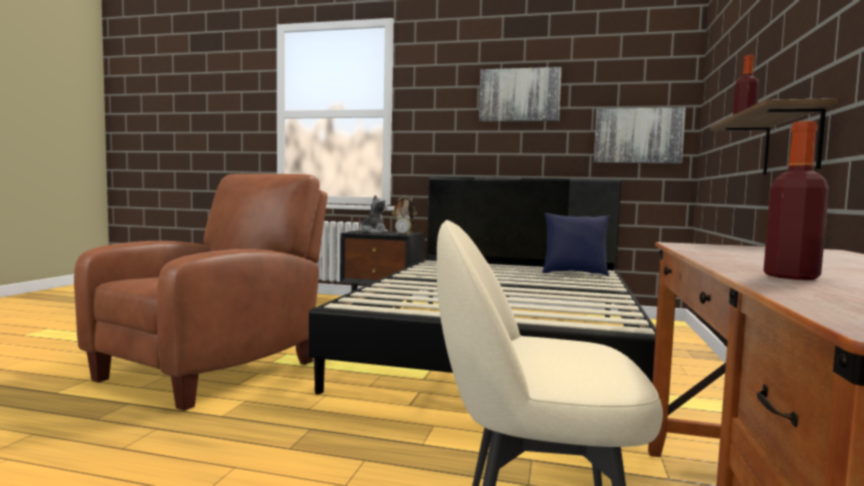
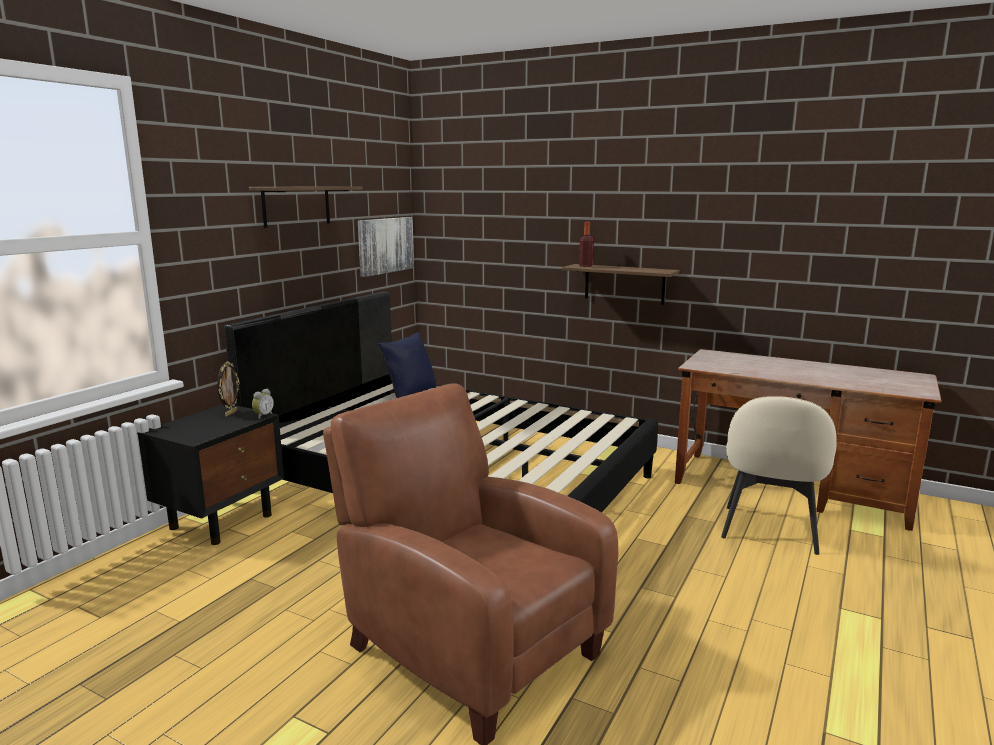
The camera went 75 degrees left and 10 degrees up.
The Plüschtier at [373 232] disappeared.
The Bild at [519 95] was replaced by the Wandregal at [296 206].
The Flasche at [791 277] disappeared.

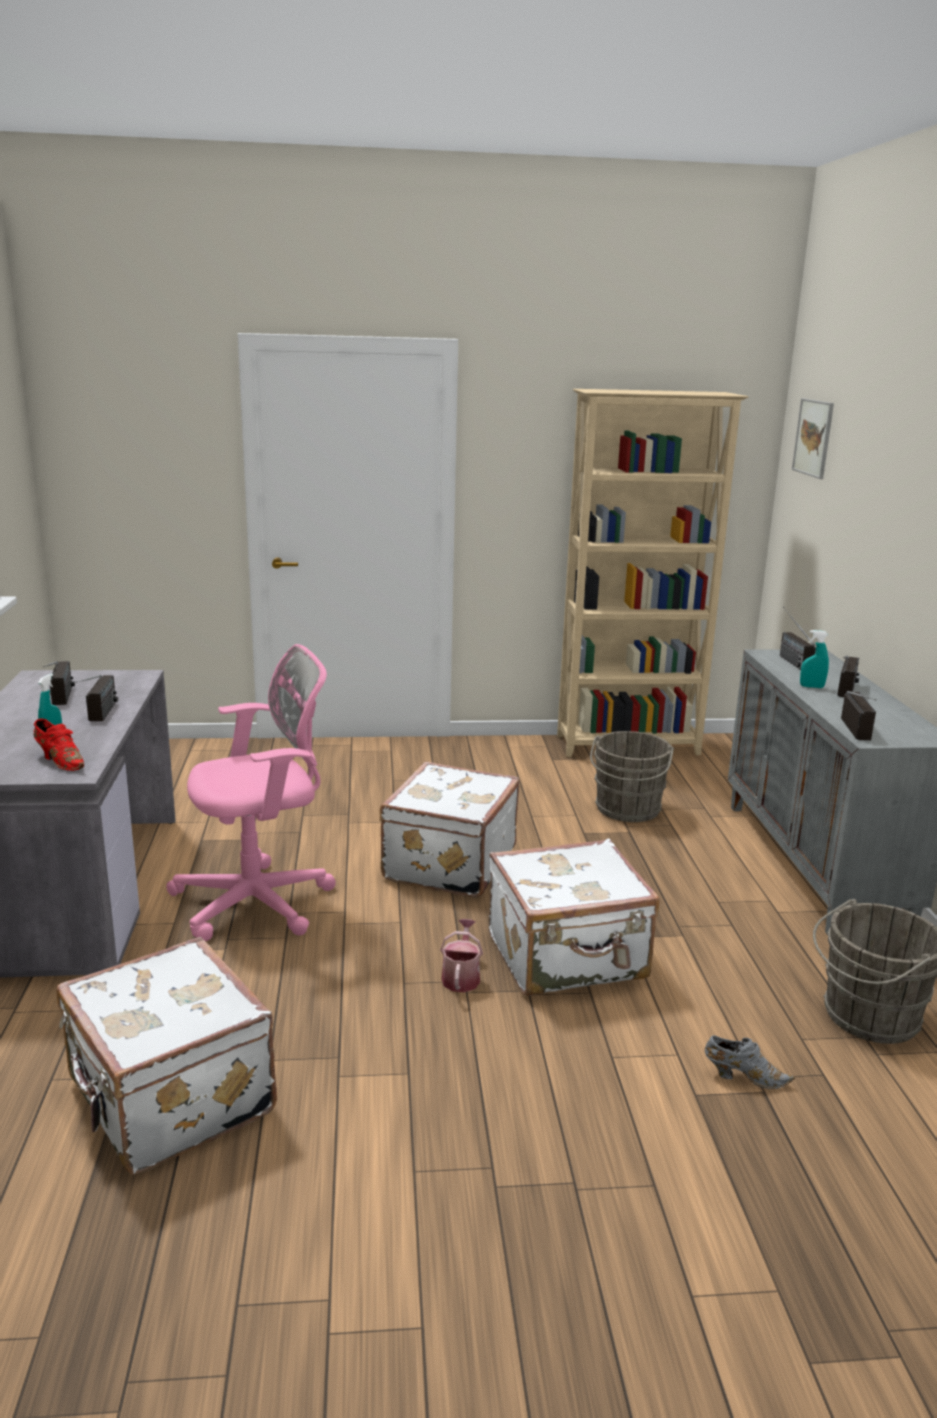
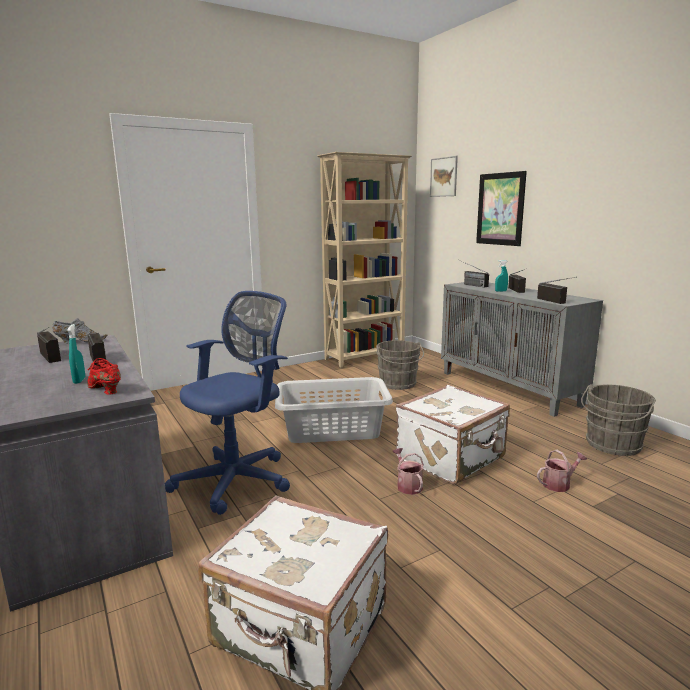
The camera went 25 degrees left and 5 degrees down.
The Schuh [rot] at [60 761] turned 150 degrees counterclockwise.
The Bürostuhl [rosa] at [260 902] became the Bürostuhl [blau] at [238 479].
The Koffer [weiß] at [447 863] was replaced by the Wäschekorb [grau] at [333 430].
The Schuh [grau] moved from [743 1077] to [79 342].
The Bild at [500 209] appeared.
The Gießkanne at [559 484] appeared.

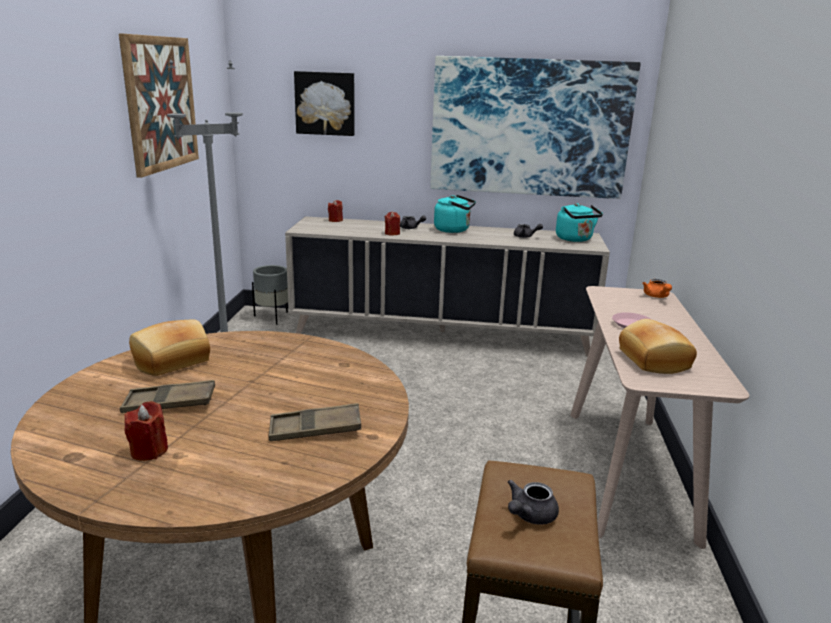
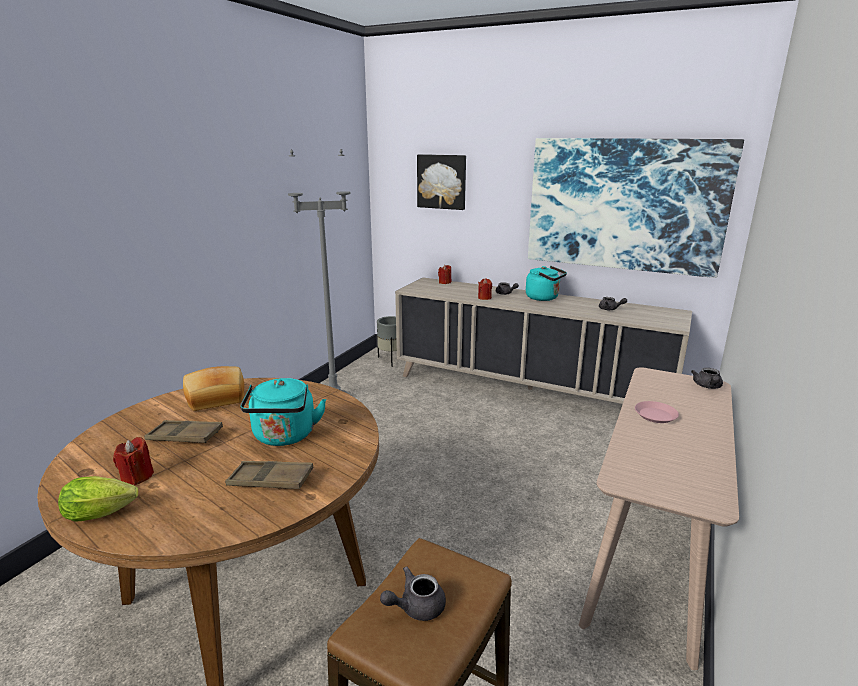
The camera went 20 degrees right and 0 degrees up.
The Bild at [161 103] disappeared.
The Wasserkessel [türkis] moved from [575 239] to [284 437].
The Brot at [652 360] disappeared.
The Teekanne [orange] at [656 296] became the Teekanne [grau] at [707 386].
The Salatkopf at [104 513] appeared.

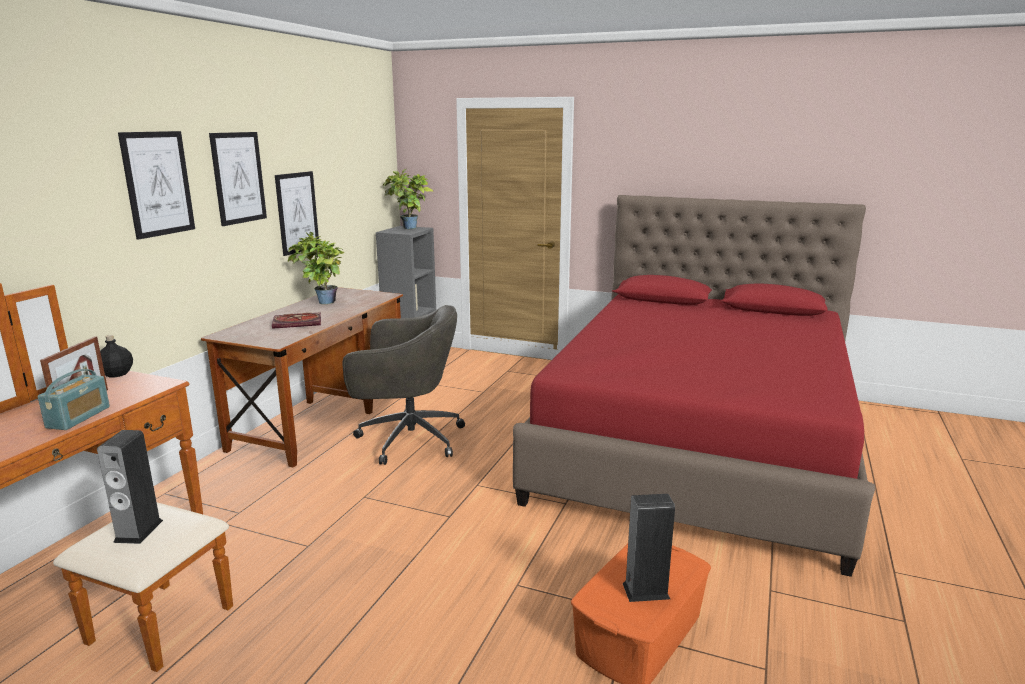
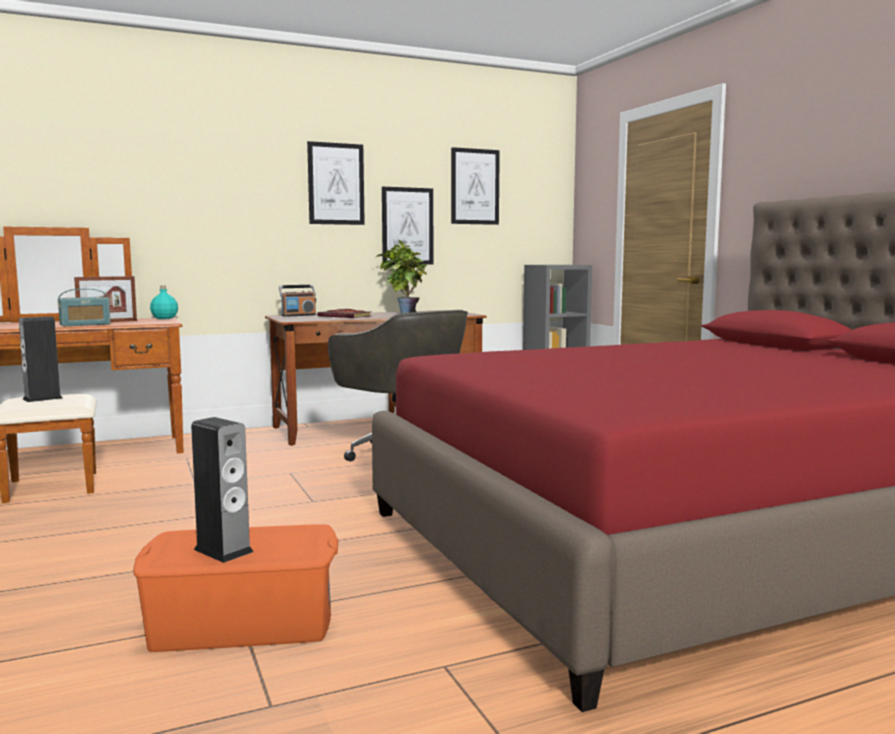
The camera went 45 degrees right and 10 degrees down.
The Flasche [schwarz] at [116 374] became the Flasche [türkis] at [164 318].
The Bild moved from [158 184] to [475 186].
The Topfpflanze at [408 228] disappeared.
The Radio at [298 315] appeared.

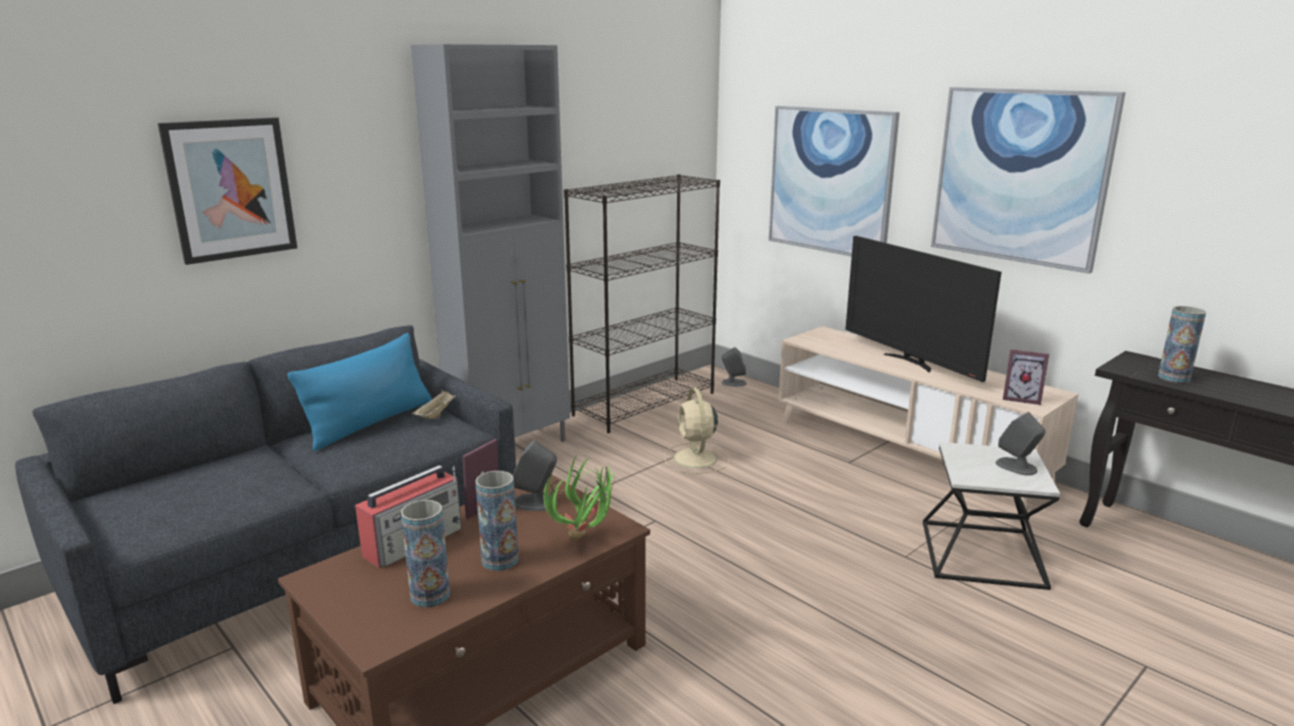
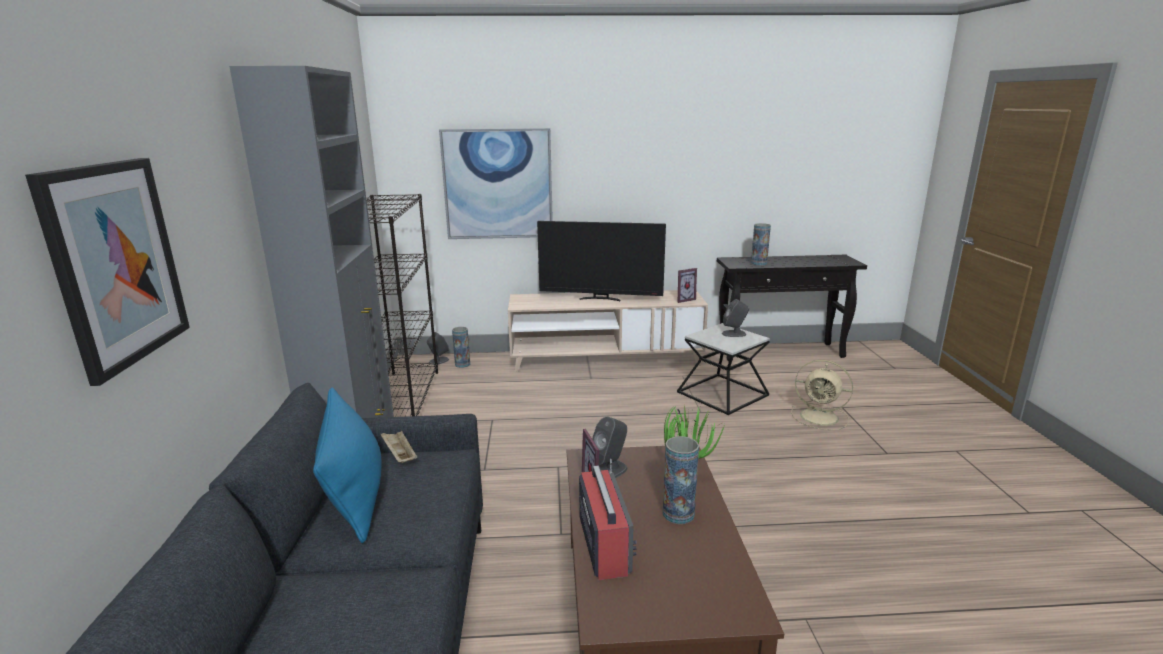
The camera went 50 degrees left and 0 degrees up.
The Vase moved from [430 595] to [462 364].
The Ventilator [beige] moved from [695 459] to [821 417].
The Bild at [1020 176] disappeared.

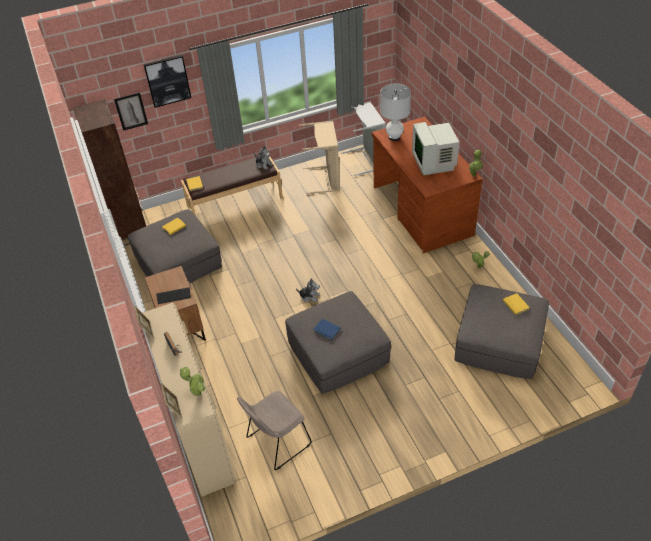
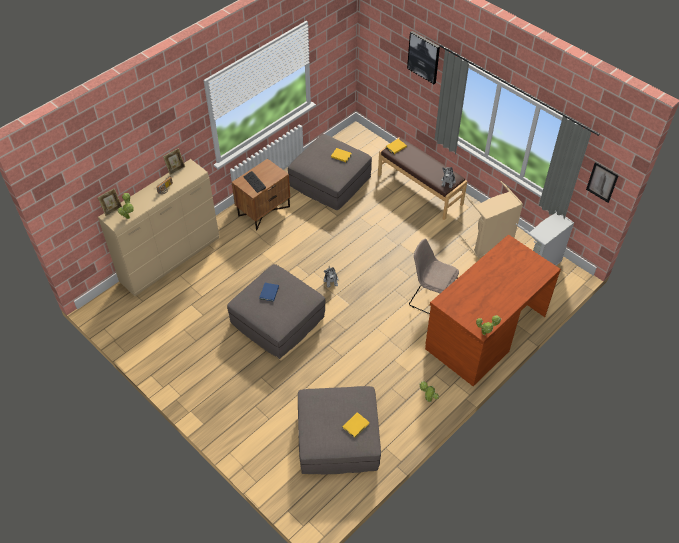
The camera went 65 degrees right and 5 degrees up.
The Bücherregal [braun] at [131 229] disappeared.
The Bild moved from [131 111] to [602 182].
The Stuhl [beige] moved from [277 442] to [431 298].
The Tischlampe [weiß] at [394 137] disappeared.
The Monitor at [434 163] disappeared.

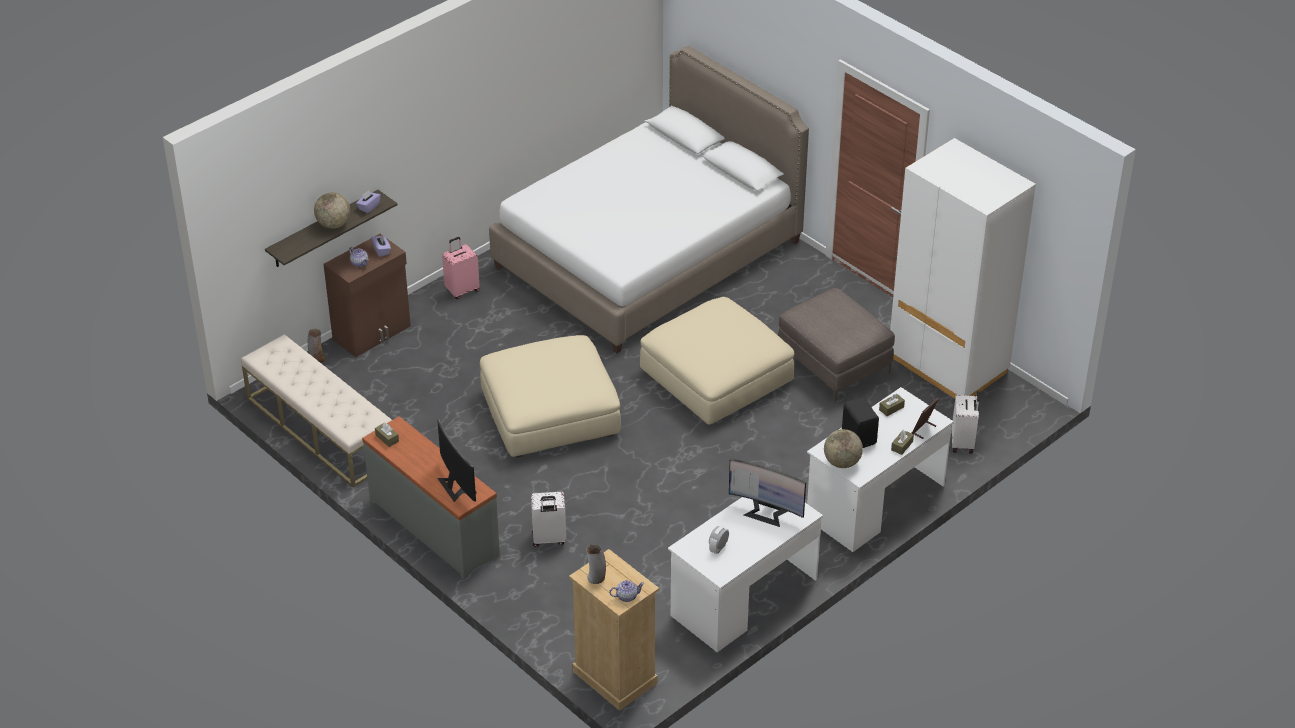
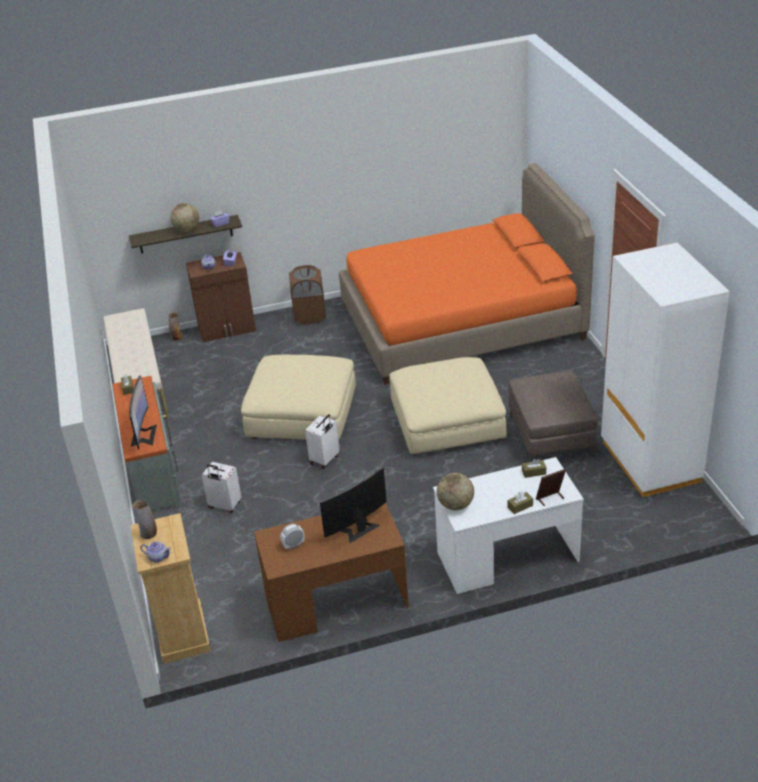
The camera went 30 degrees right and 5 degrees down.
The Koffer [rosa] at [462 290] was replaced by the Wäschekorb [braun] at [310 316].
The Bett [weiß] at [648 254] became the Bett [orange] at [461 322].
The Schreibtisch [weiß] at [743 598] became the Schreibtisch [braun] at [336 602].
The Monitor at [766 512] turned 90 degrees clockwise.
The Lautsprecher [schwarz] at [859 436] disappeared.
The Koffer [weiß] moved from [963 443] to [325 460].

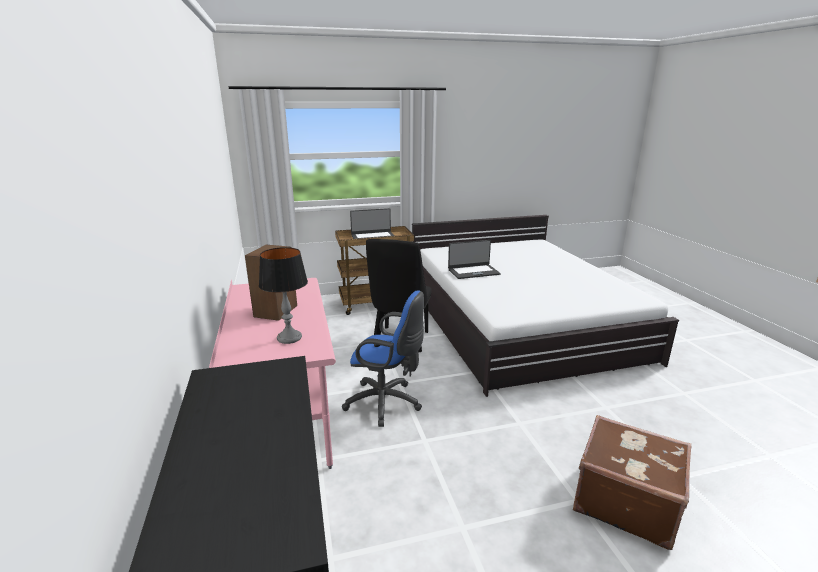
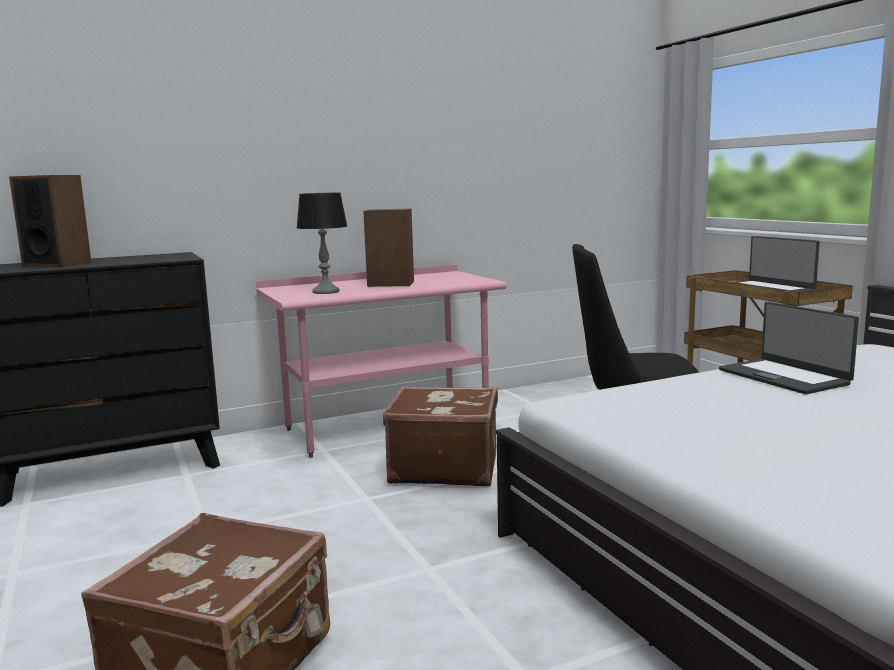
The camera went 80 degrees right and 10 degrees down.
The Bürostuhl [blau] at [387 403] was replaced by the Koffer [braun] at [444 468].
The Lautsprecher at [57 264] appeared.

